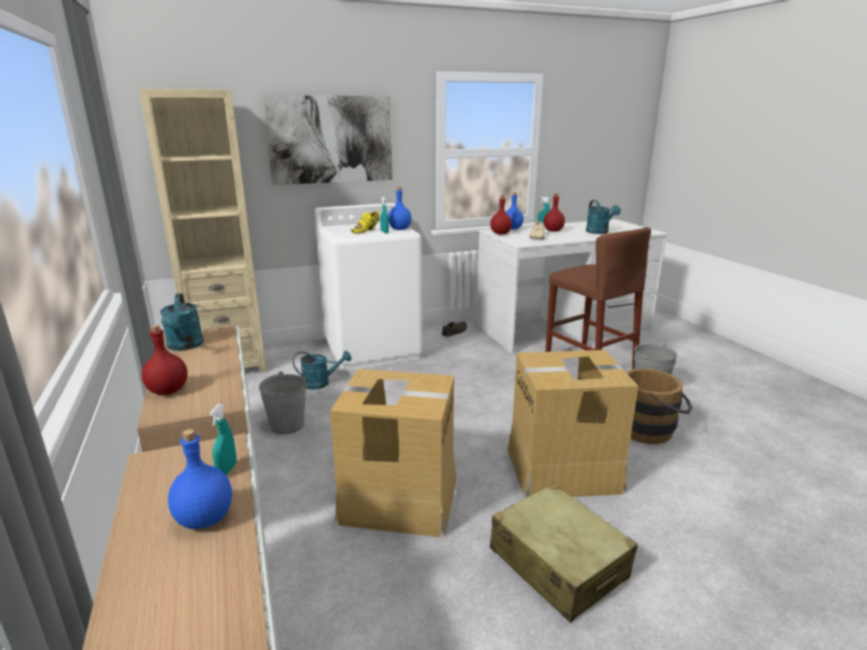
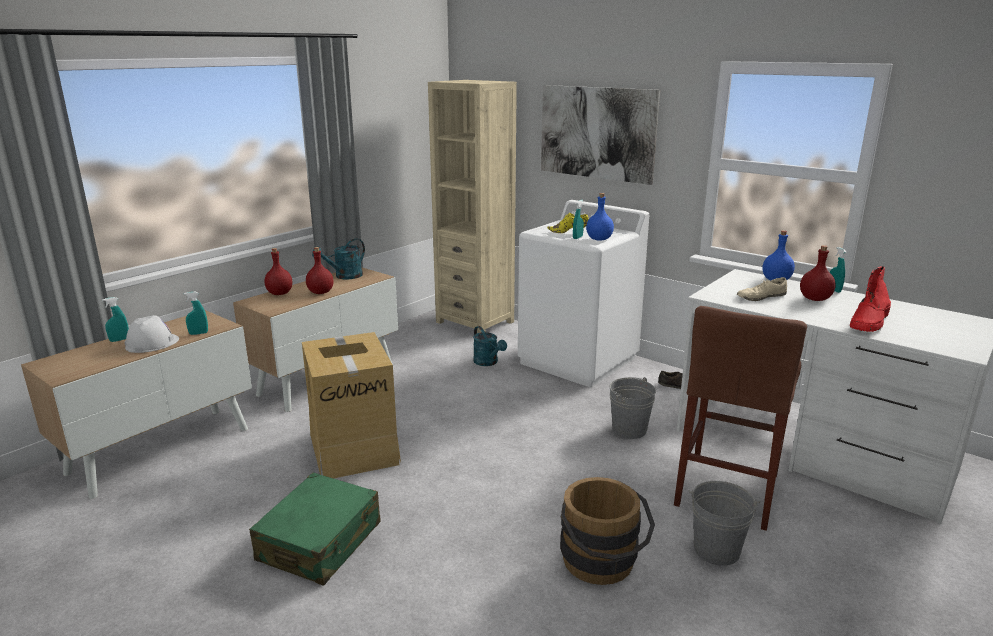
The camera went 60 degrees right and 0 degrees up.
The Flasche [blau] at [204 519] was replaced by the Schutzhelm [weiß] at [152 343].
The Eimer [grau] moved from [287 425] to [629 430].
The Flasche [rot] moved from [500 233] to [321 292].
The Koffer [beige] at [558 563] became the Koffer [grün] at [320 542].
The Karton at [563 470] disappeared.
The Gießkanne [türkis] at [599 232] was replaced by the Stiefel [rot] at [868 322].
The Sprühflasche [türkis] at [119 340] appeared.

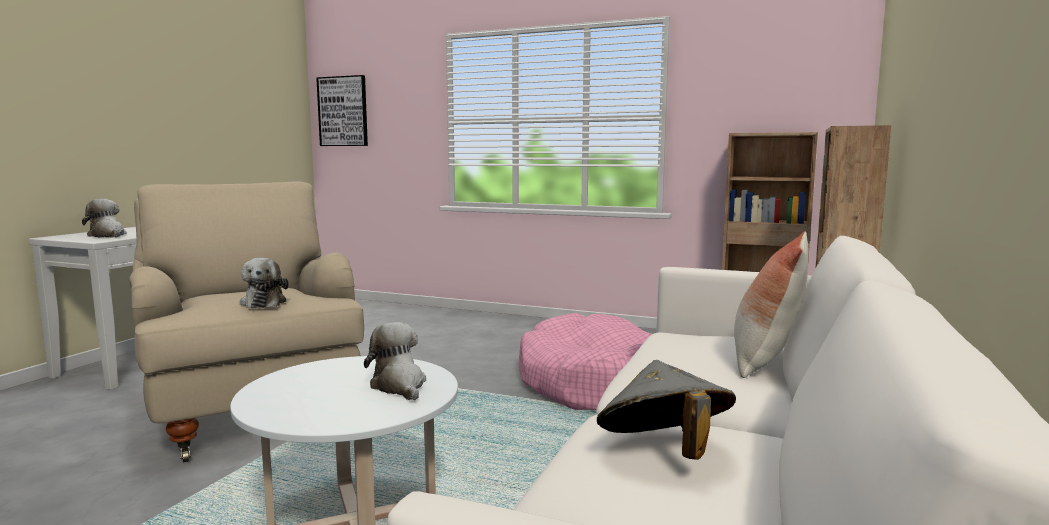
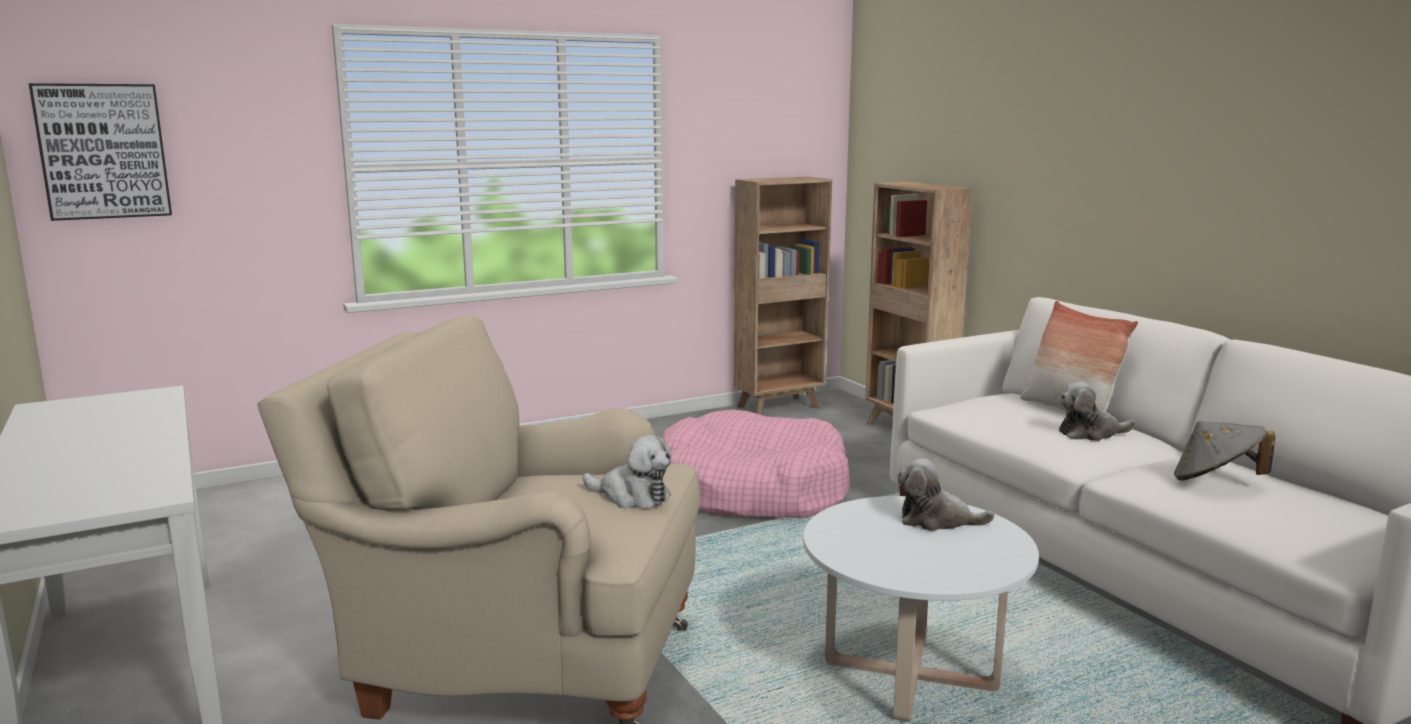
The camera went 50 degrees left and 5 degrees up.
The Plüschtier moved from [107 235] to [1090 433].

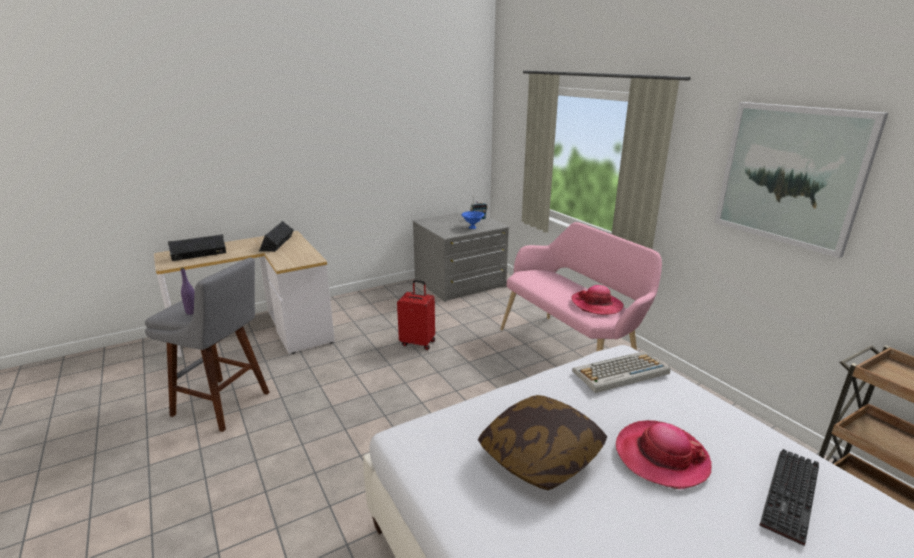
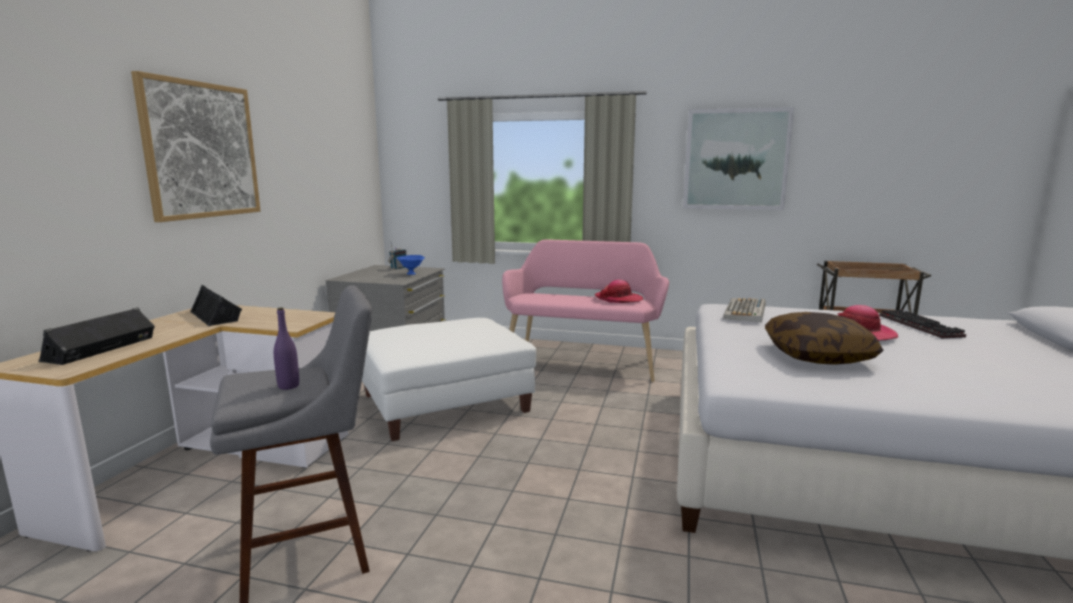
The camera went 45 degrees left and 10 degrees down.
The Koffer [rot] at [418 342] was replaced by the Polsterhocker [weiß] at [445 402].
The Bild at [201 150] appeared.

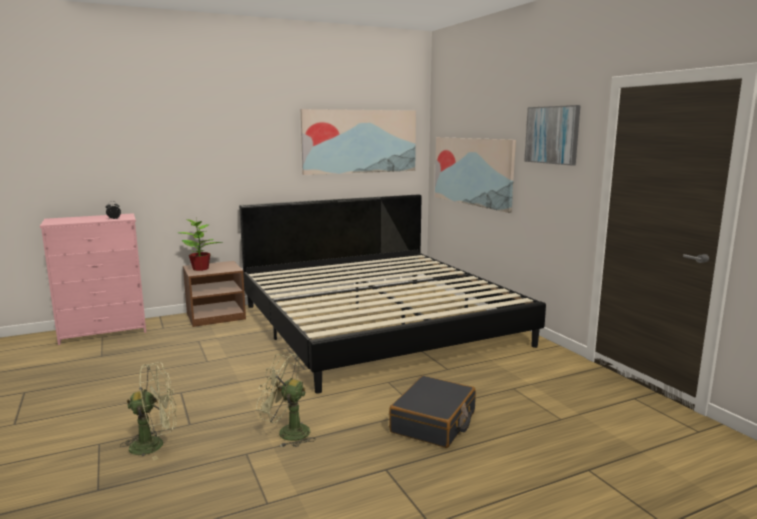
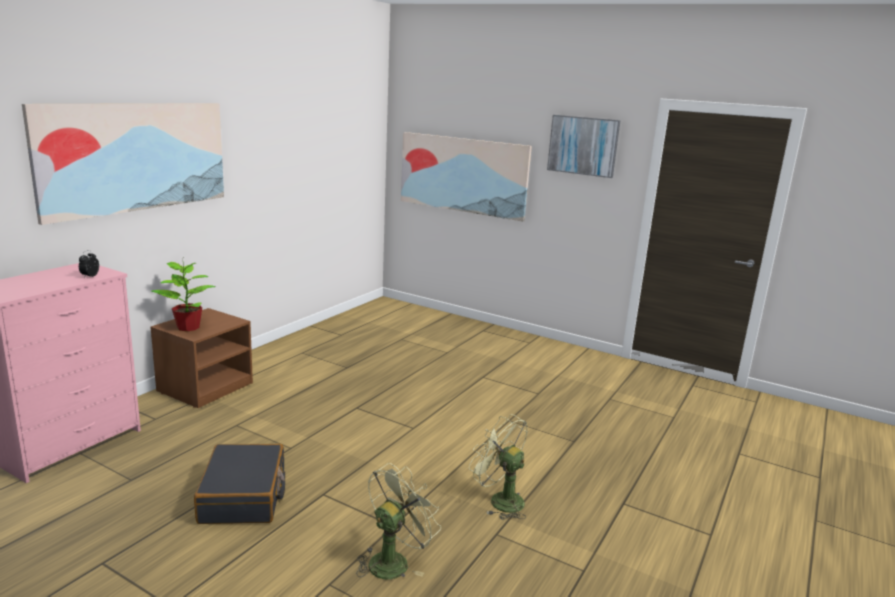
The camera went 35 degrees left and 5 degrees up.
The Bett at [378 324] disappeared.
The Ventilator [grün] at [287 433] turned 60 degrees clockwise.
The Bild moved from [360 141] to [136 157].
The Koffer [schwarz] moved from [434 422] to [244 496].

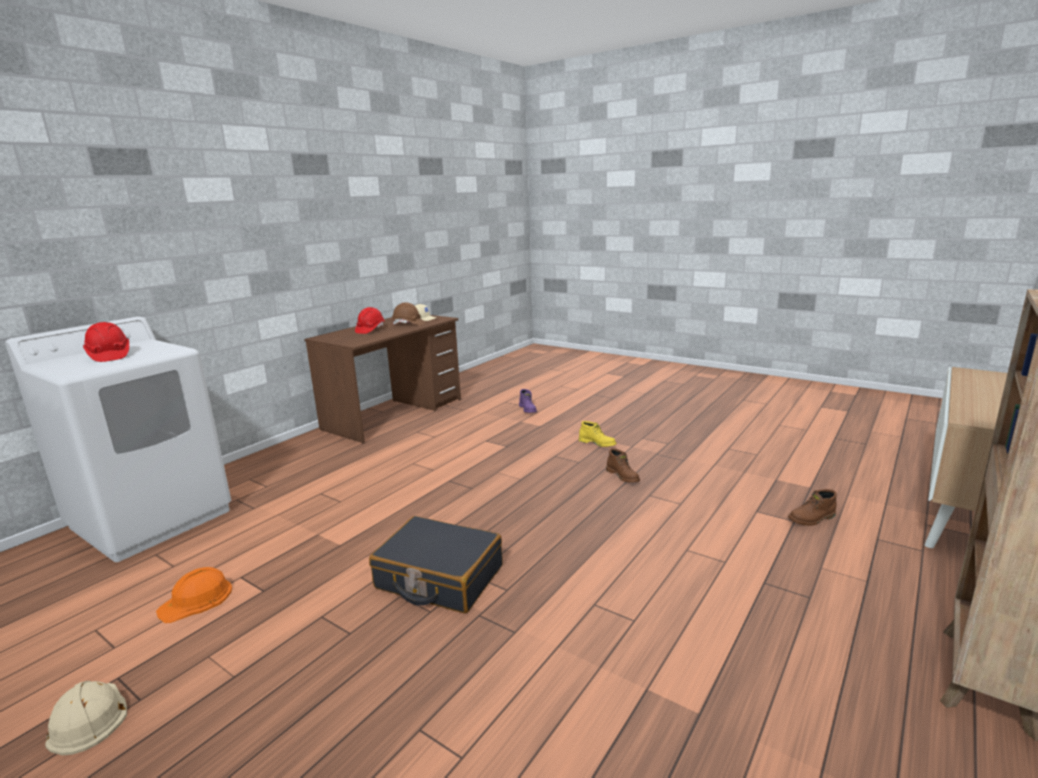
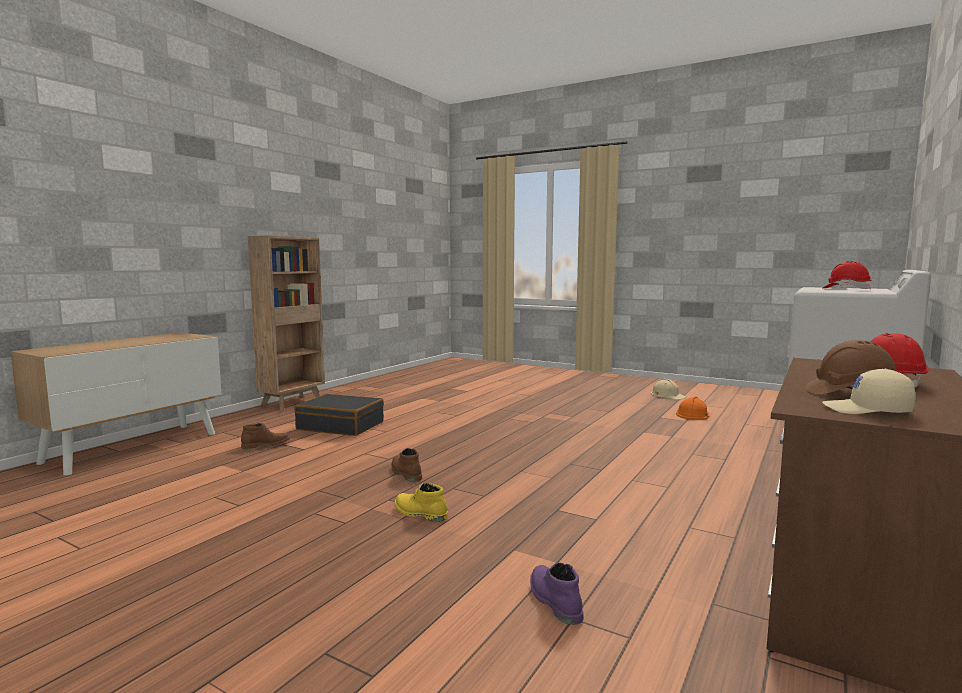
The camera went 175 degrees right and 10 degrees down.
The Koffer [schwarz] moved from [439 578] to [341 426].

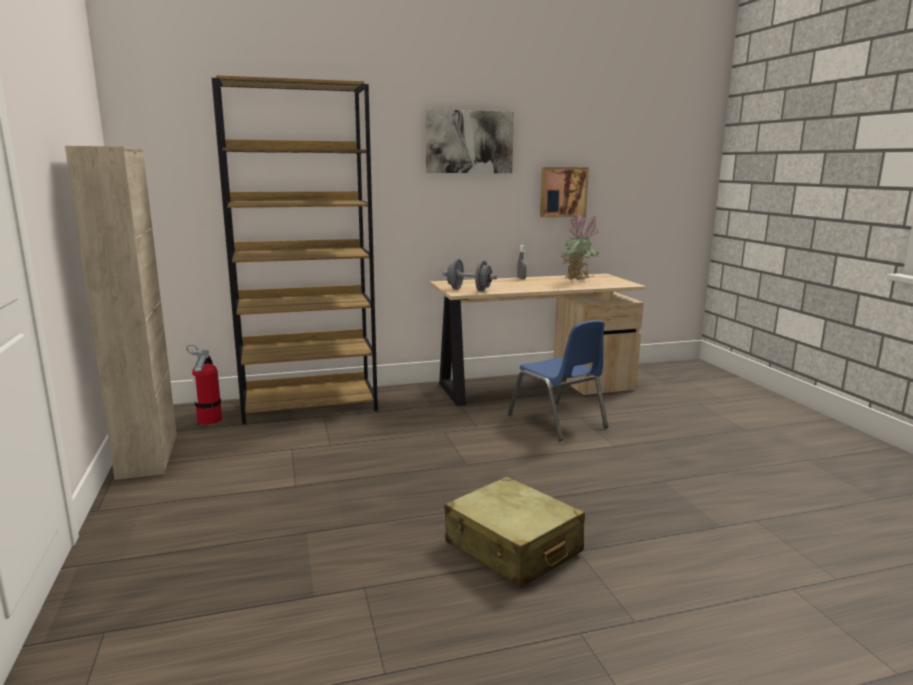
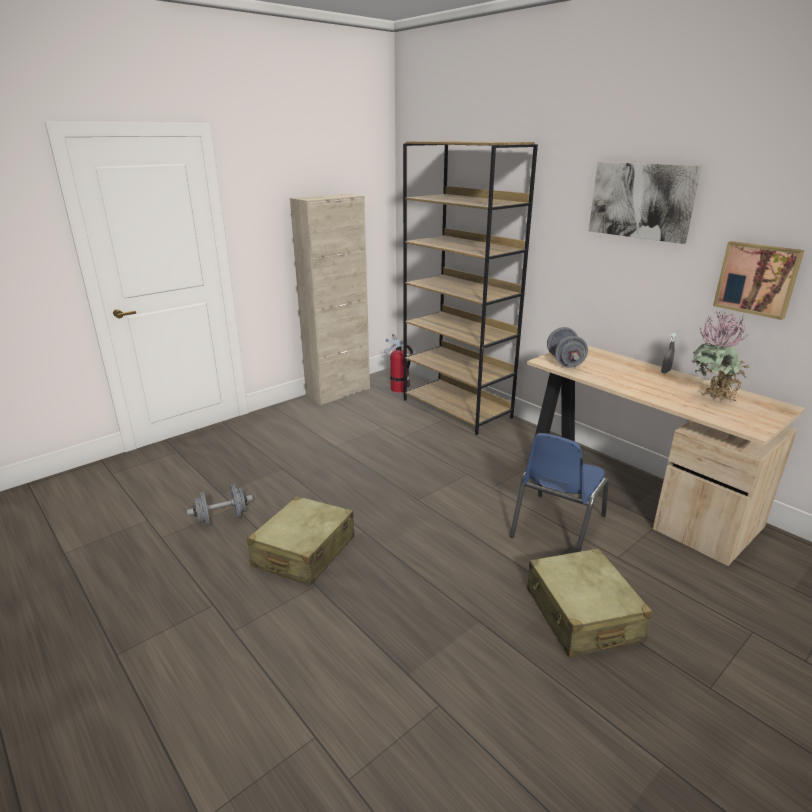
The camera went 65 degrees right and 10 degrees up.
The Hantel [grau] at [222 518] appeared.
The Koffer [beige] at [582 615] appeared.

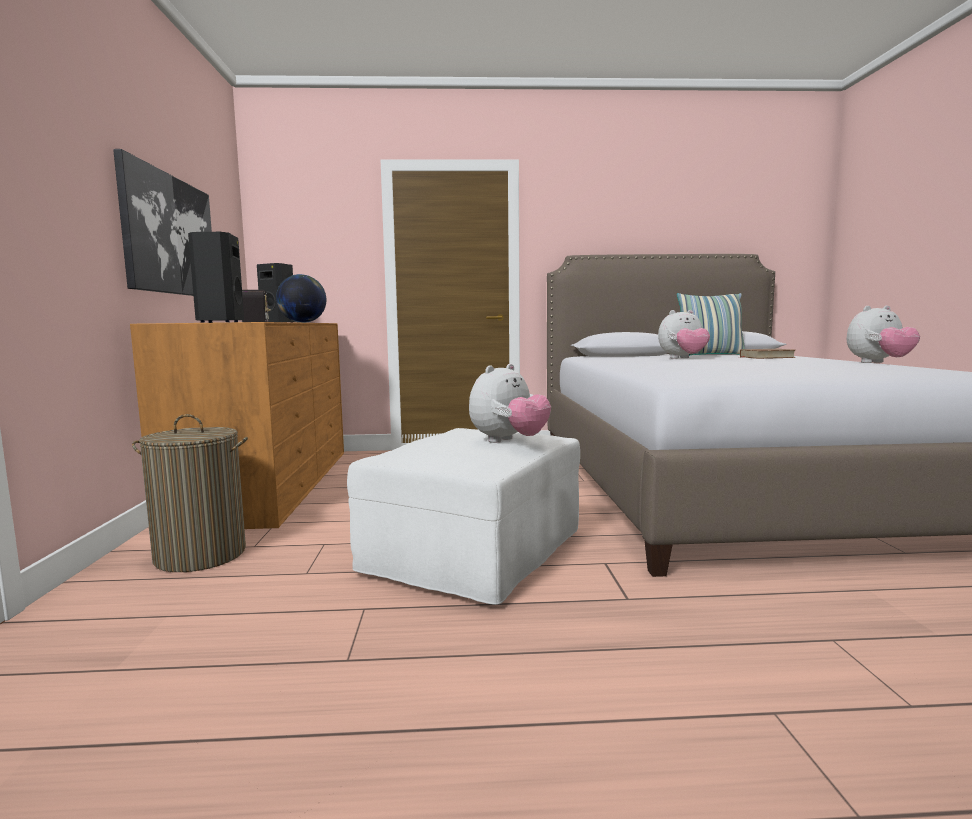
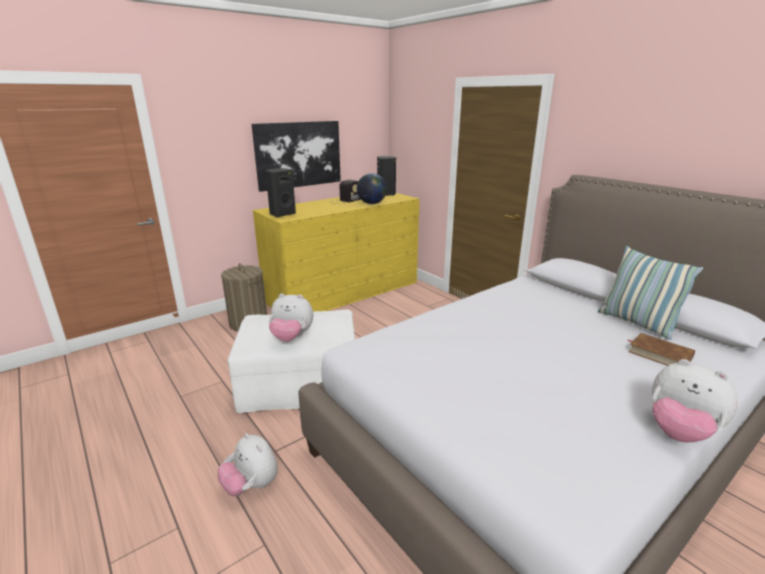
The camera went 55 degrees right and 15 degrees up.
The Kommode [braun] at [270 483] became the Kommode [gelb] at [344 291].
The Plüschtier moved from [683 358] to [251 485].

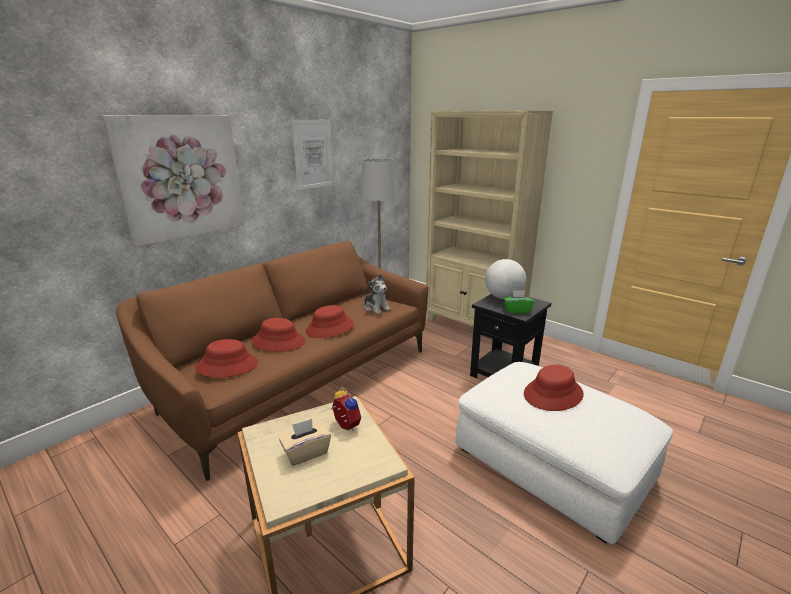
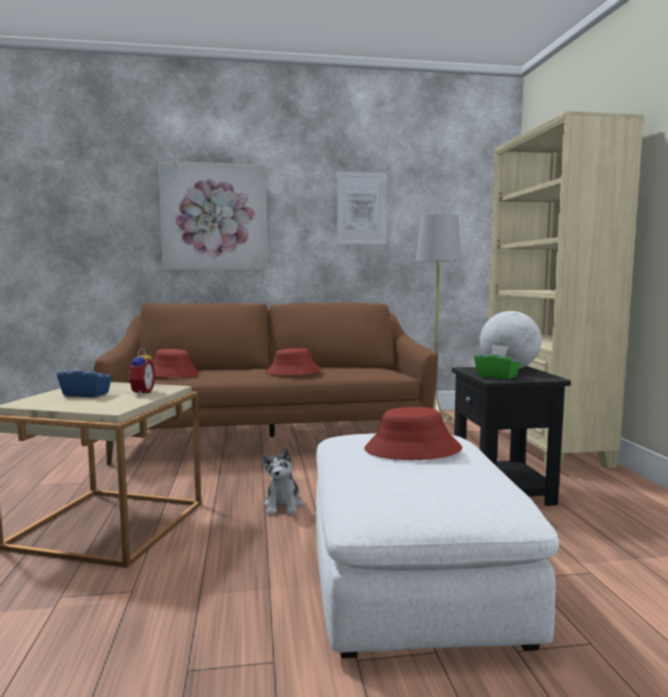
The camera went 40 degrees right and 15 degrees down.
The Hut [rot] at [278 342] disappeared.
The Taschentuchbox [beige] at [306 452] became the Taschentuchbox [blau] at [86 394].
The Plüschtier moved from [376 308] to [283 505].

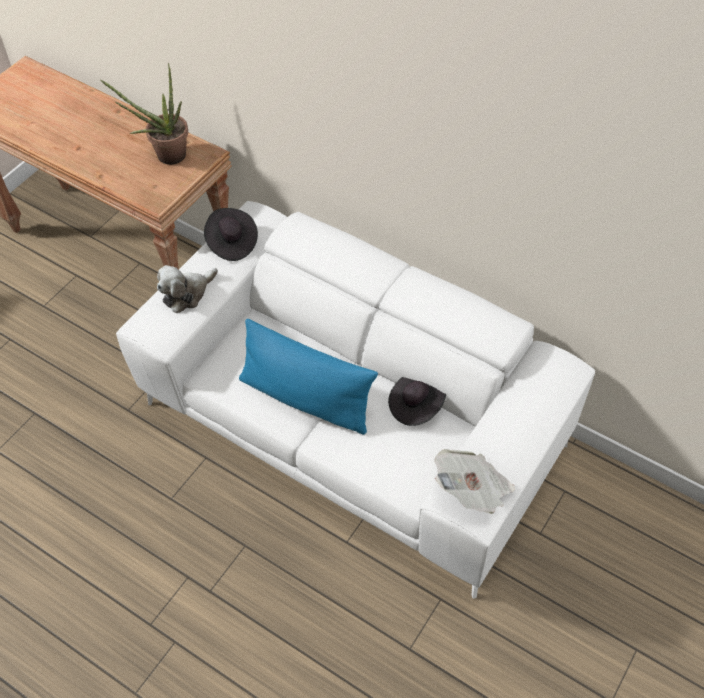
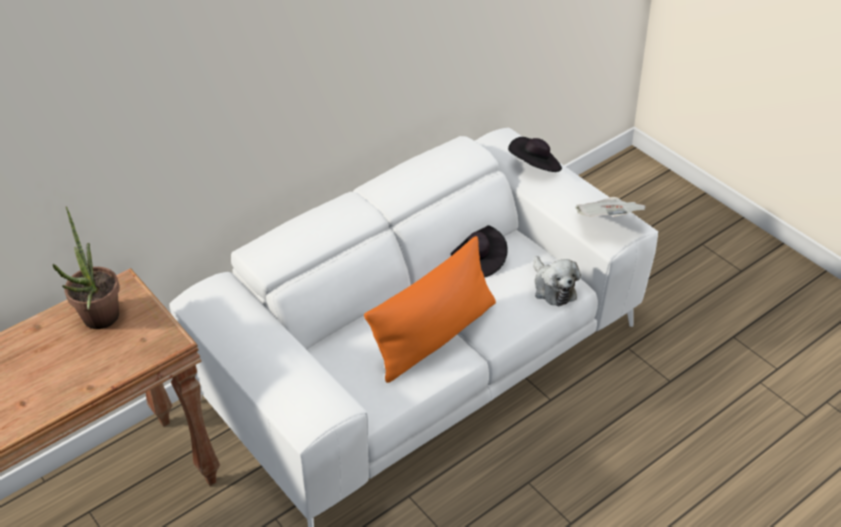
The camera went 70 degrees left and 10 degrees down.
The Plüschtier moved from [187 294] to [553 288].
The Hut [schwarz] moved from [231 243] to [535 167].
The Kissen [blau] at [306 399] became the Kissen [orange] at [435 336].

